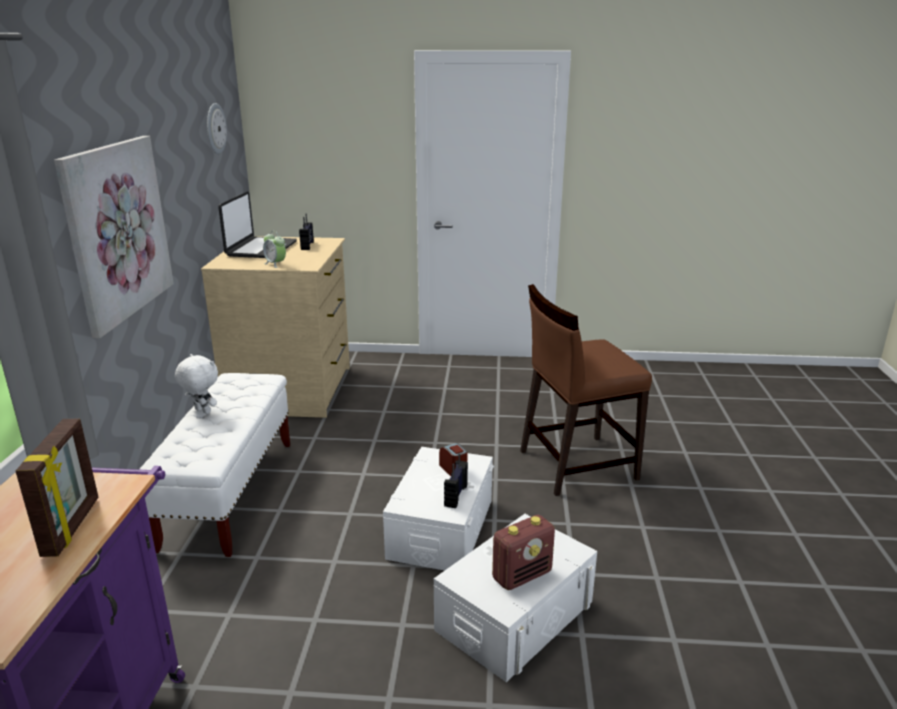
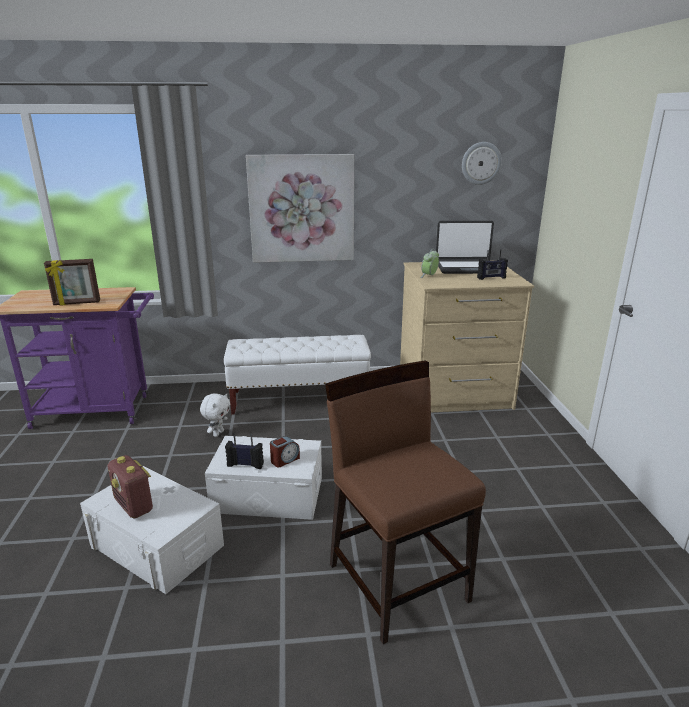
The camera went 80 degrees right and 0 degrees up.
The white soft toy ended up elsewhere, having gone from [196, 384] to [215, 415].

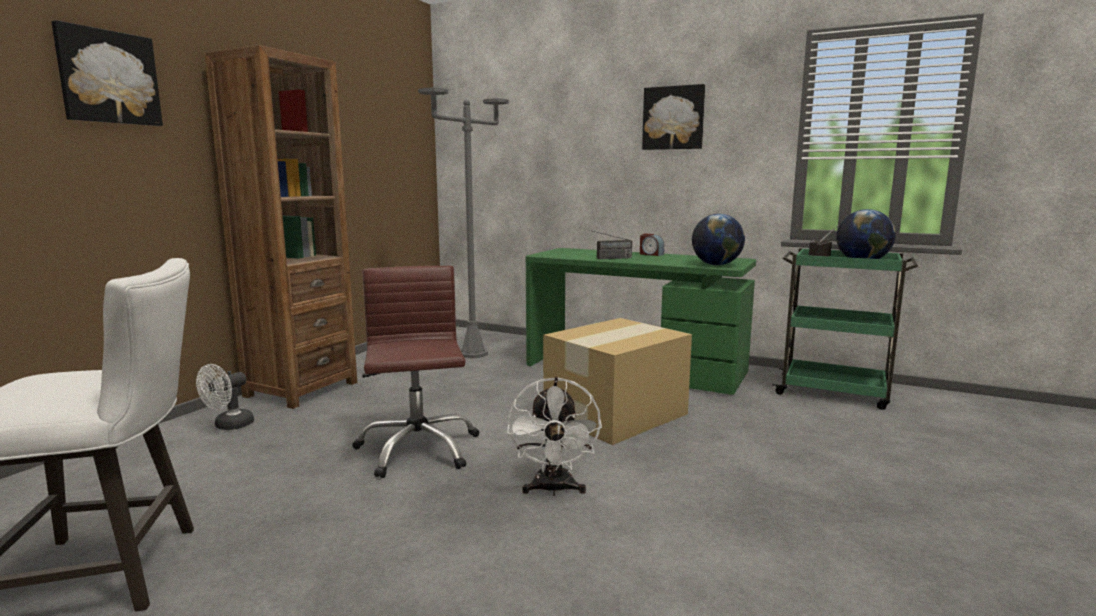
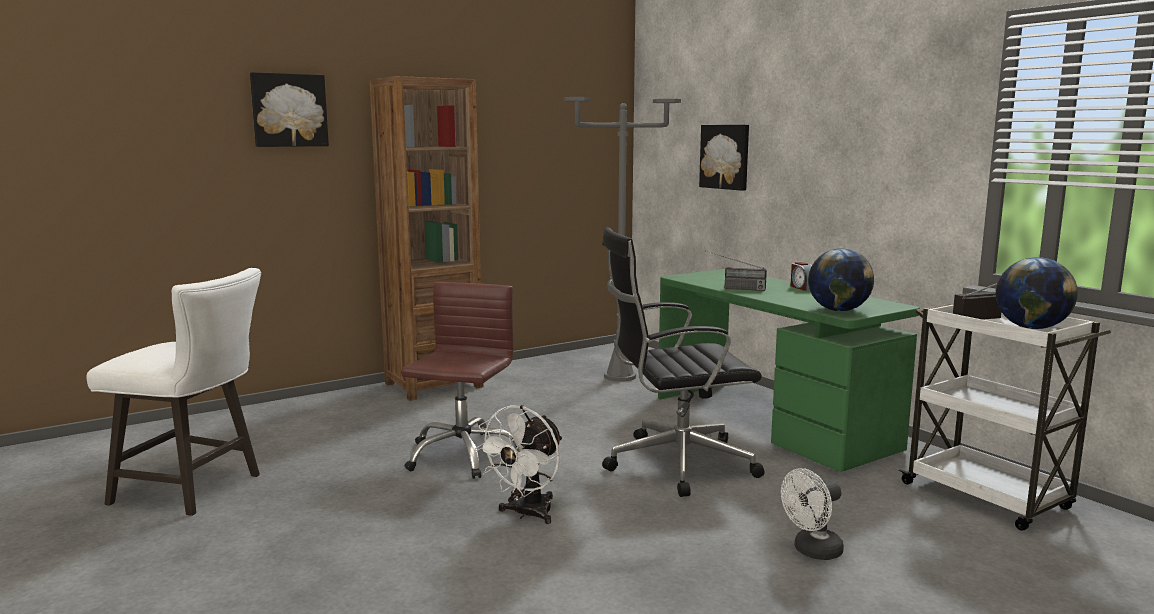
The camera went 30 degrees right and 0 degrees up.
The picture ended up elsewhere, having gone from [673, 117] to [724, 158].
What was the greenish trolley at [845, 329] turned into the white trolley at [1004, 417].
Where the packing box stood at [617, 381], the black office chair came to stand at [683, 362].
The white electric fan ended up elsewhere, having gone from [225, 397] to [812, 514].

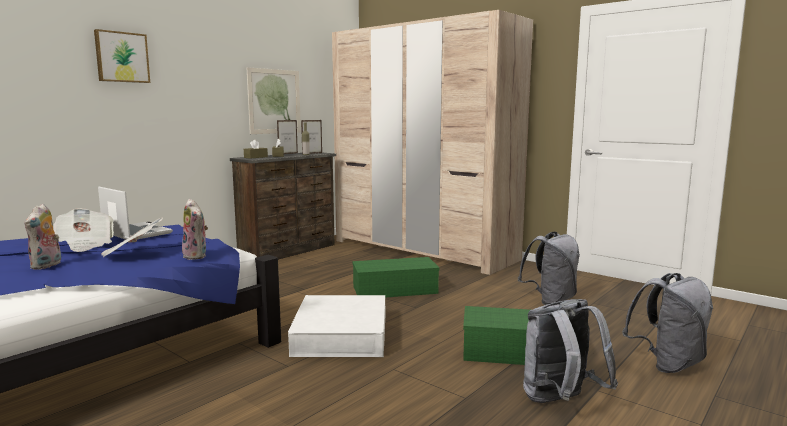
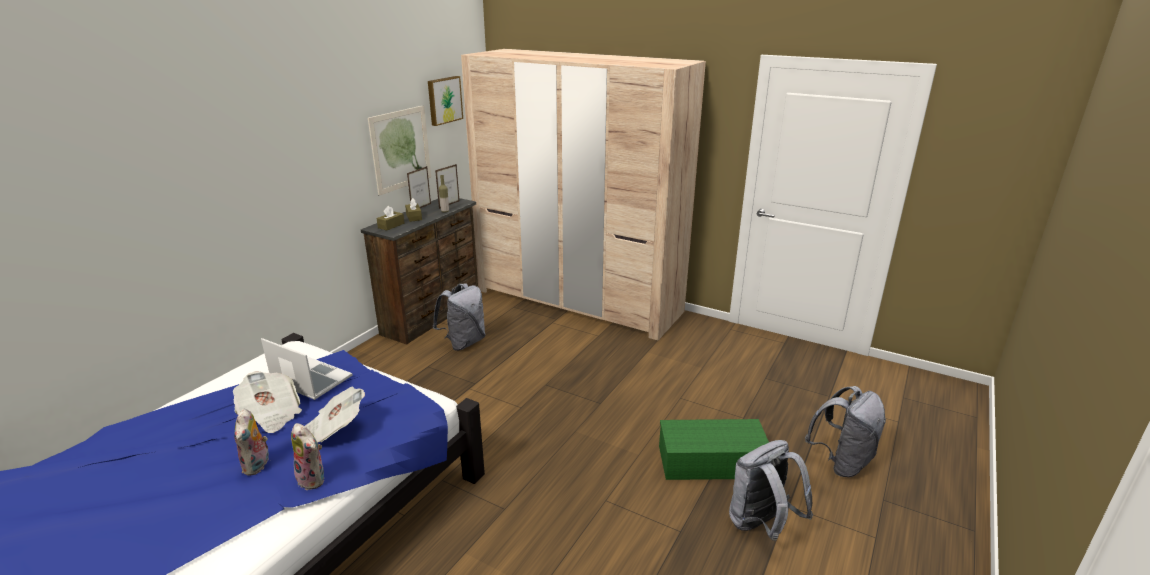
The camera went 10 degrees left and 15 degrees up.
The picture ended up elsewhere, having gone from [122, 56] to [445, 101].
The soft toy ended up elsewhere, having gone from [195, 229] to [307, 456].
The gray backpack ended up elsewhere, having gone from [549, 268] to [459, 317].
The second view lost the greenish storage box at [396, 277].
The second view lost the white storage box at [336, 326].

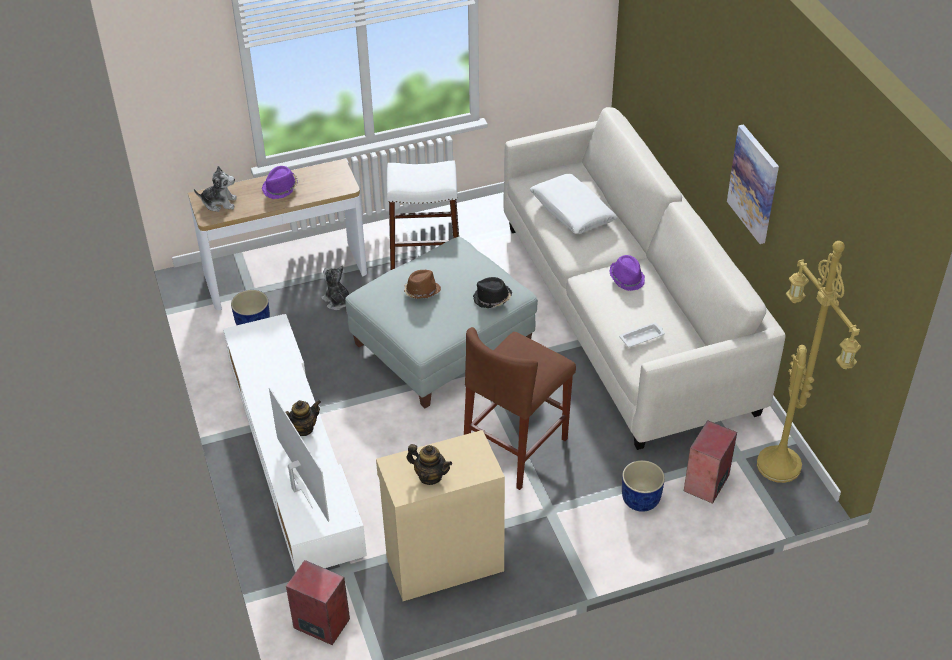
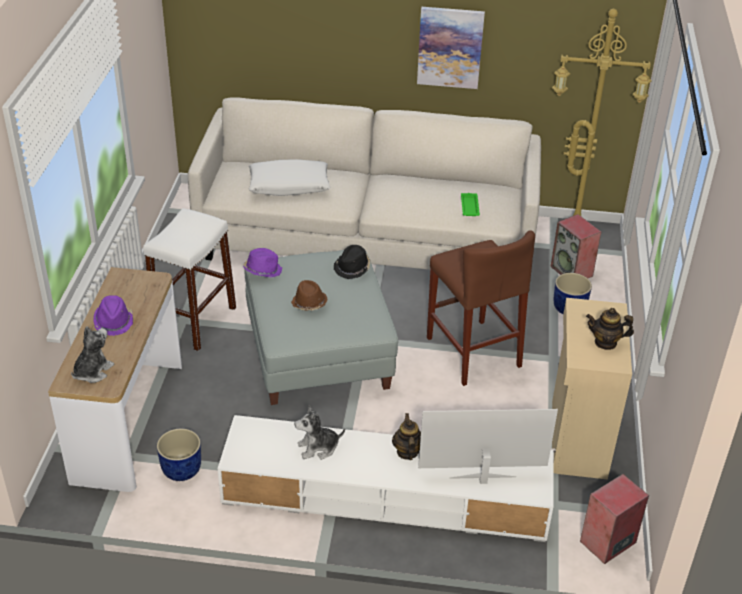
The camera went 65 degrees left and 5 degrees down.
The purple-coloured clothing hat ended up elsewhere, having gone from [627, 273] to [262, 262].
The soft toy ended up elsewhere, having gone from [335, 287] to [319, 432].
What was the white carrying tray at [642, 334] turned into the greenish carrying tray at [470, 204].
The tea pot at [429, 464] ended up facing another way, 135 degrees counterclockwise from before.

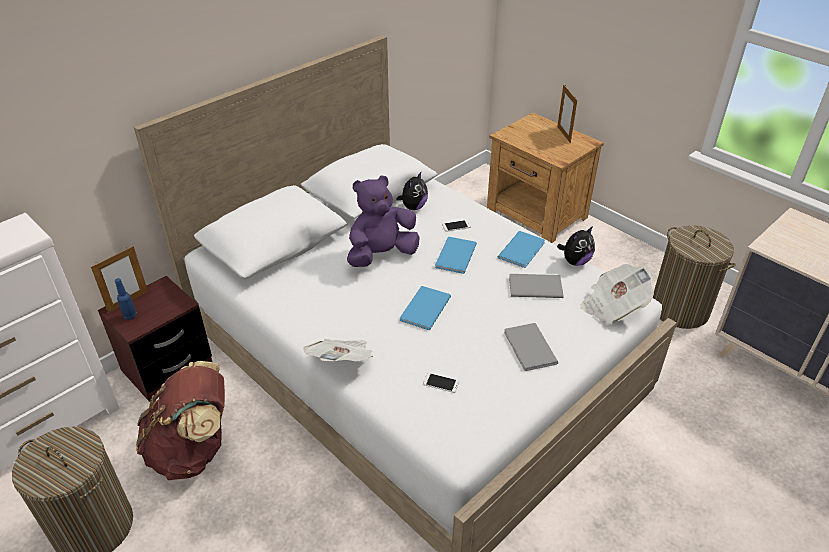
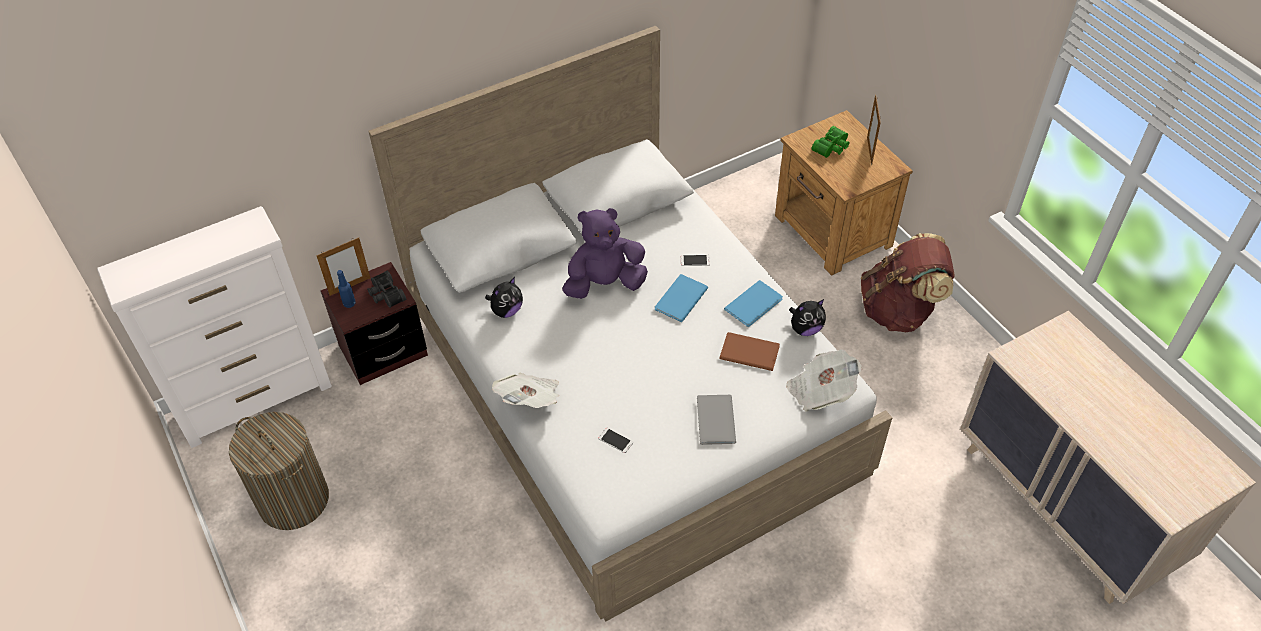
The camera went 15 degrees right and 10 degrees up.
The soft toy ended up elsewhere, having gone from [412, 191] to [504, 297].
The second view lost the washing basket at [694, 277].
What was the gray bound book at [536, 286] turned into the brownish bound book at [749, 351].
The second view lost the blue-coloured bound book at [425, 308].
The brownish backpack ended up elsewhere, having gone from [180, 420] to [908, 282].
The second view gained the greenish binoculars at [830, 142].
The second view gained the black binoculars at [386, 289].

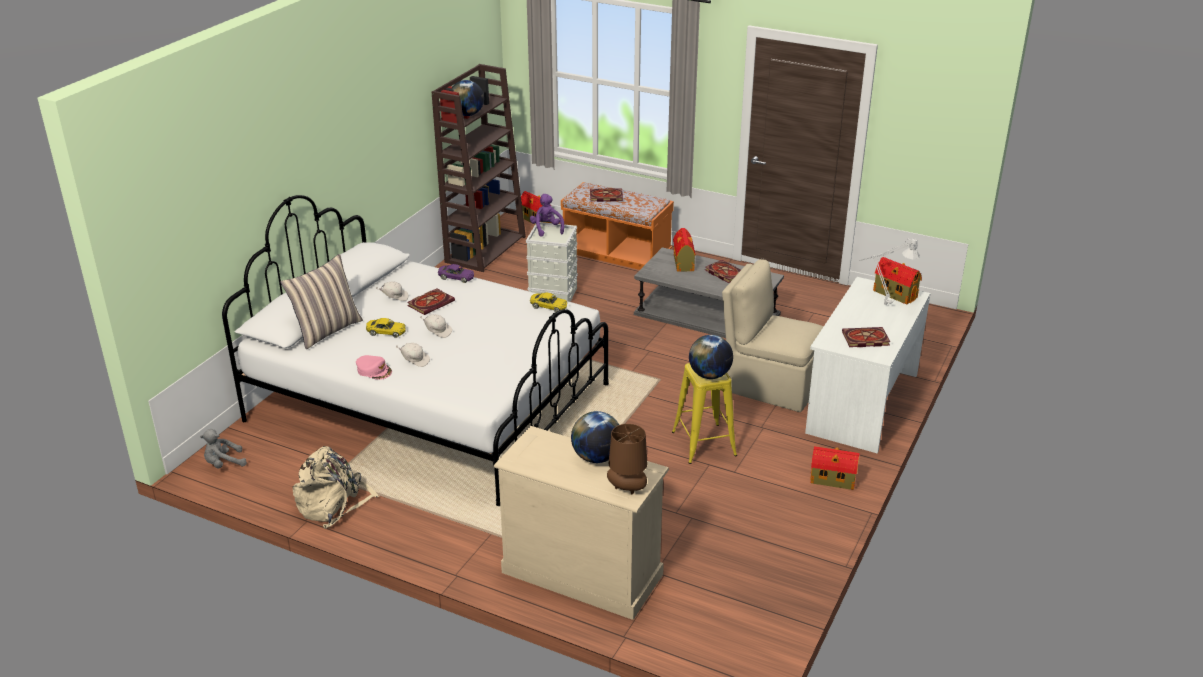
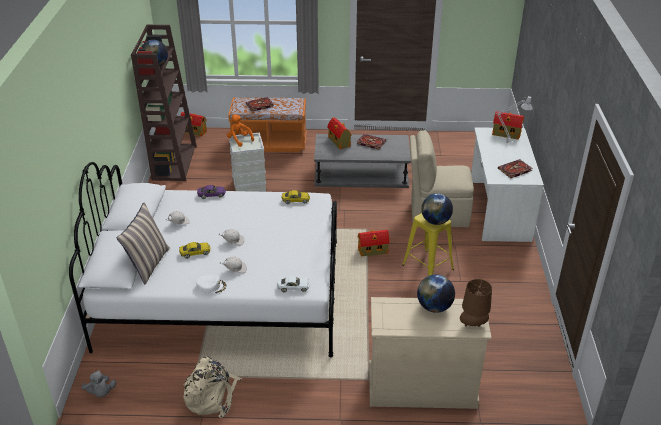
The camera went 25 degrees left and 5 degrees up.
What was the purple-coloured soft toy at [547, 215] turned into the orange-coloured soft toy at [240, 130].
The second view lost the bound book at [431, 302].
What was the pink baseball cap at [374, 367] turned into the white baseball cap at [211, 284].
The gray soft toy at [223, 449] ended up facing another way, 75 degrees counterclockwise from before.
The model house ended up elsewhere, having gone from [835, 468] to [374, 243].
The second view gained the white model car at [293, 284].

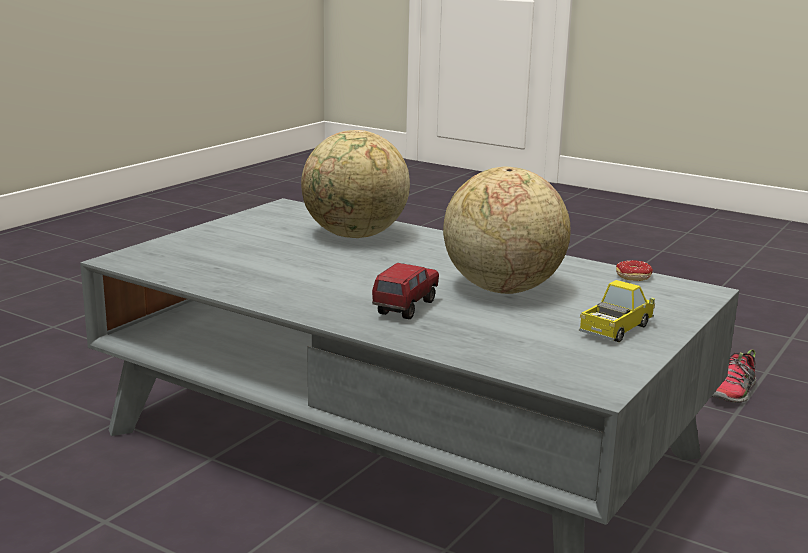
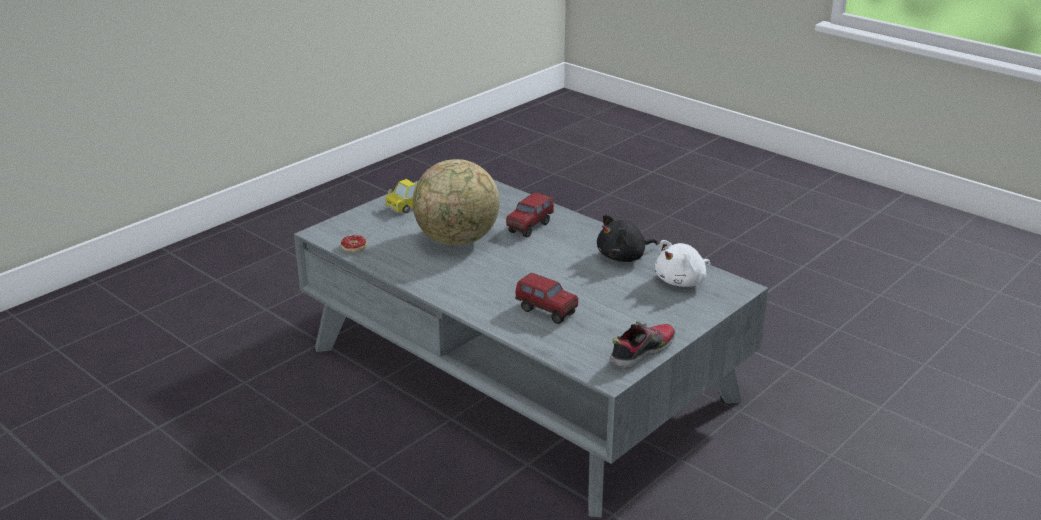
The camera went 170 degrees left and 10 degrees up.
Where the world globe stood at [355, 184], the model truck came to stand at [546, 298].
The shoe ended up elsewhere, having gone from [734, 376] to [642, 345].
The second view gained the black soft toy at [627, 238].
The second view gained the white soft toy at [682, 263].

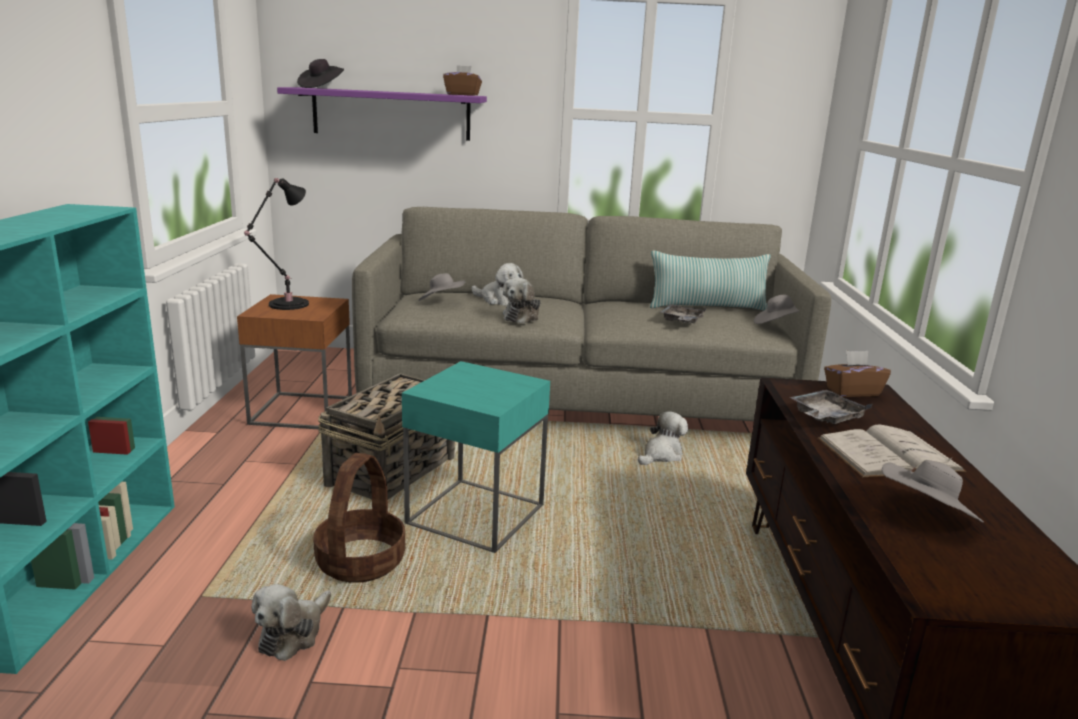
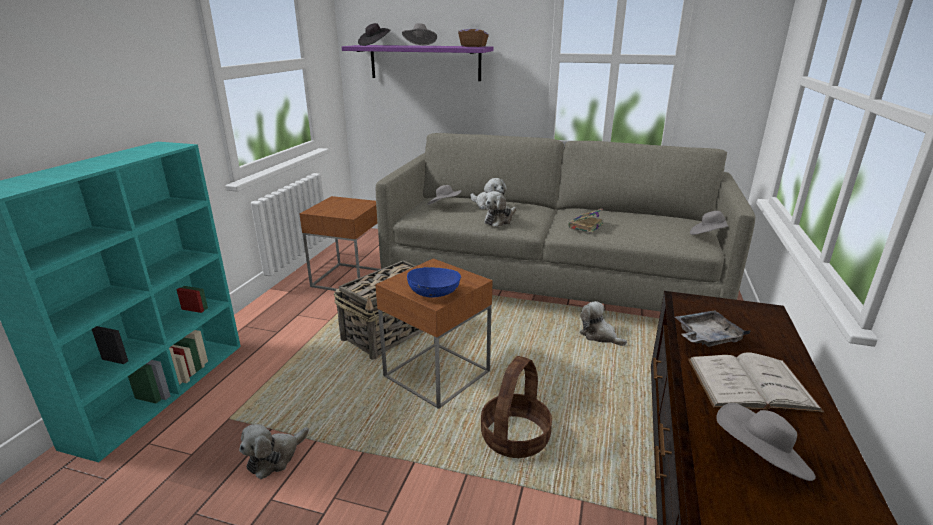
The camera went 15 degrees right and 5 degrees up.
The second view lost the black lamp for a table at [276, 244].
The second view lost the throw pillow at [710, 280].
The second view lost the gray carrying tray at [683, 314].
The second view lost the brownish tissue box at [857, 374].
What was the blue-green side table at [476, 457] turned into the brownish side table at [434, 333].
The soft toy at [663, 438] ended up facing another way, 105 degrees counterclockwise from before.
The storage basket ended up elsewhere, having gone from [359, 518] to [516, 407].
The second view gained the gray clothing hat at [419, 34].
The second view gained the bound book at [585, 220].
The second view gained the blue-coloured serving bowl at [434, 282].

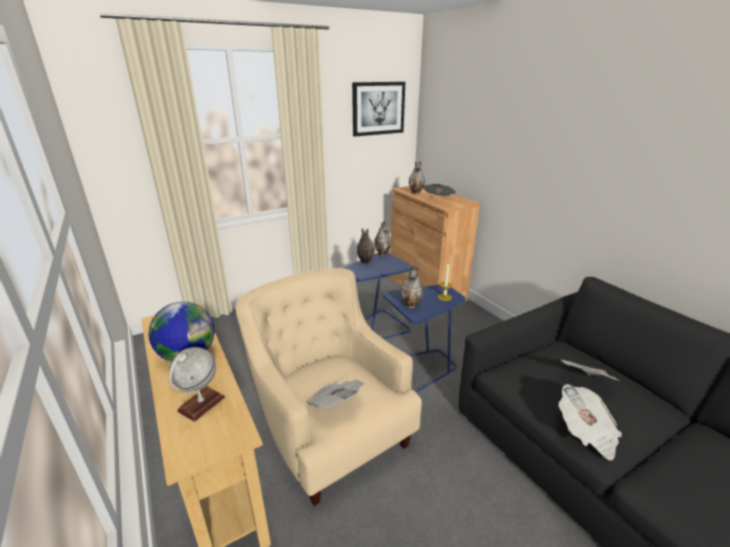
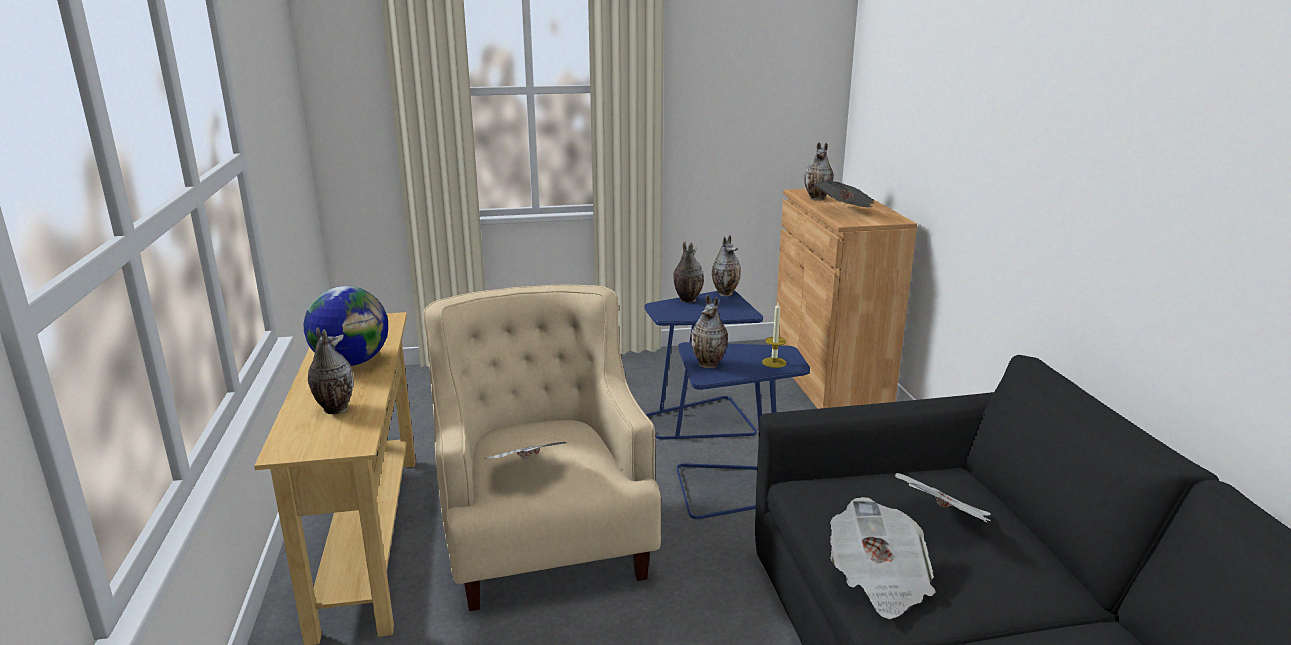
The camera went 20 degrees right and 5 degrees down.
The second view lost the picture at [378, 109].
Where the world globe stood at [197, 384], the vase came to stand at [330, 370].

